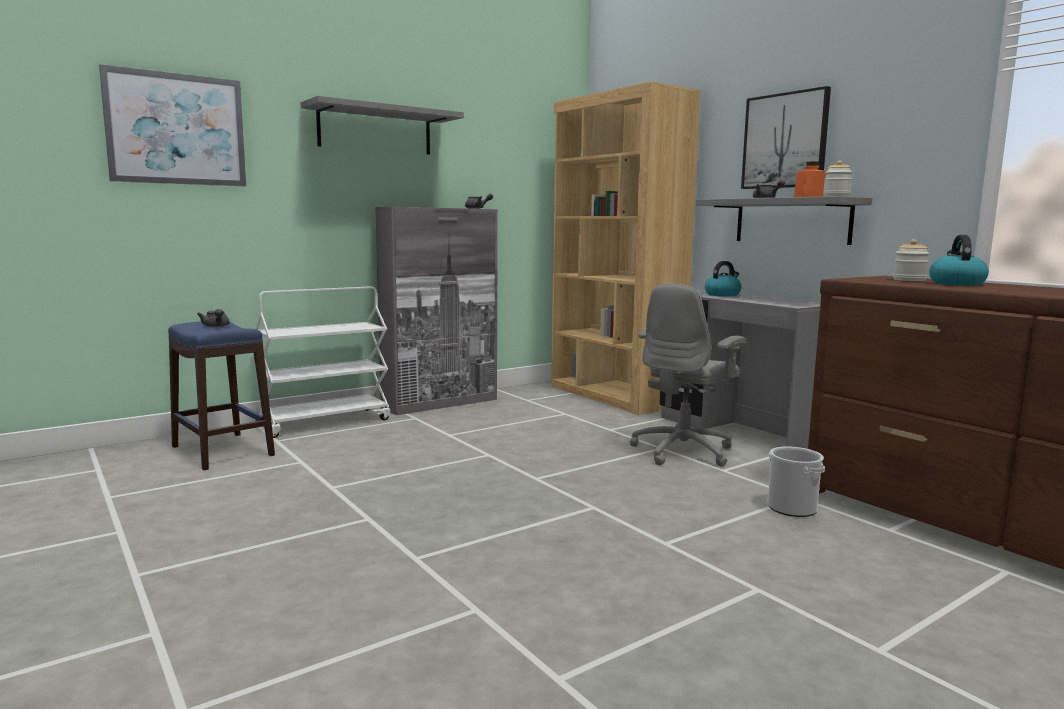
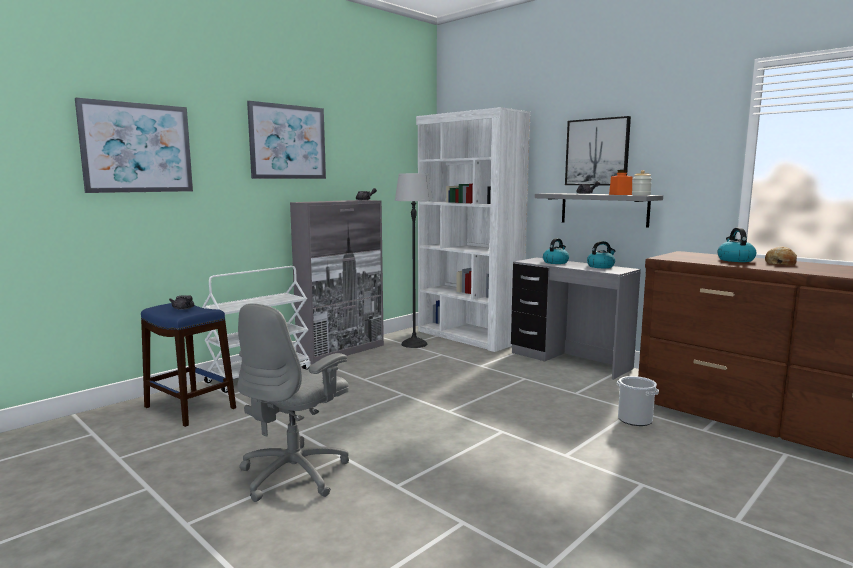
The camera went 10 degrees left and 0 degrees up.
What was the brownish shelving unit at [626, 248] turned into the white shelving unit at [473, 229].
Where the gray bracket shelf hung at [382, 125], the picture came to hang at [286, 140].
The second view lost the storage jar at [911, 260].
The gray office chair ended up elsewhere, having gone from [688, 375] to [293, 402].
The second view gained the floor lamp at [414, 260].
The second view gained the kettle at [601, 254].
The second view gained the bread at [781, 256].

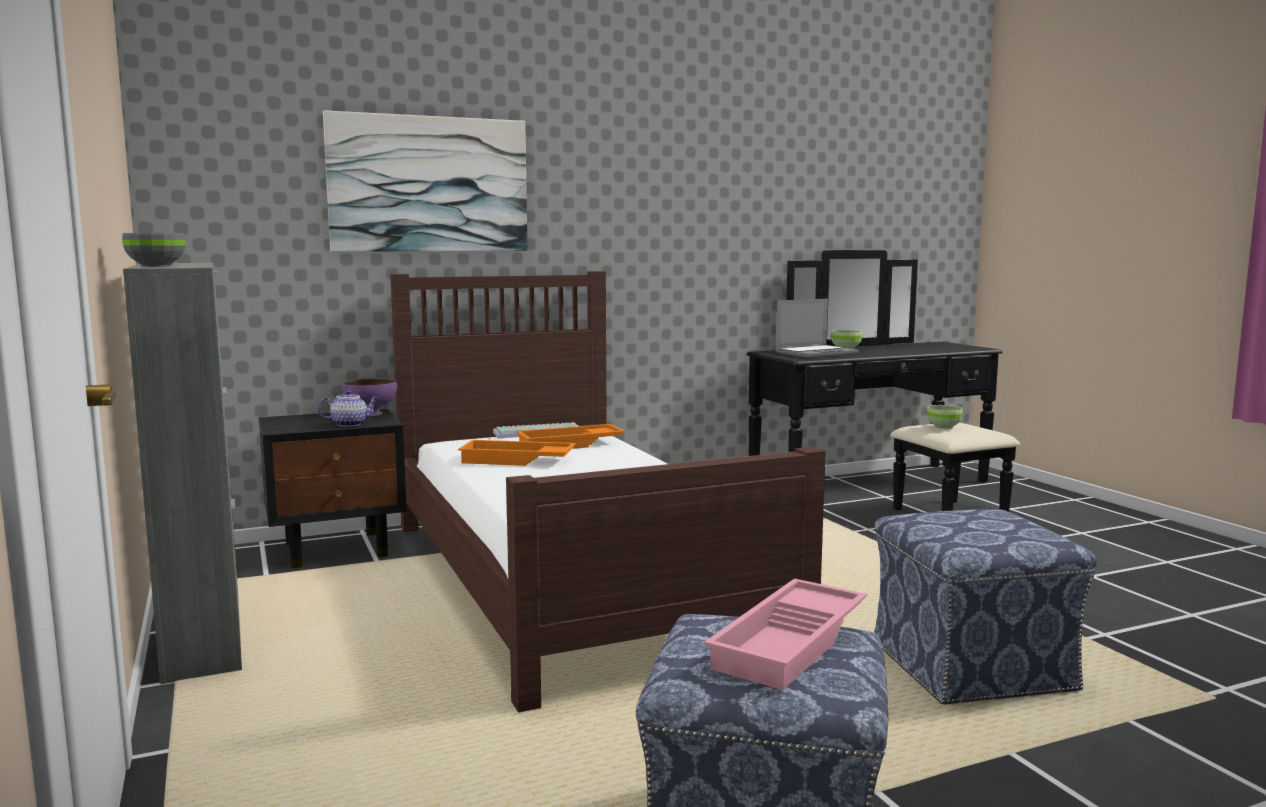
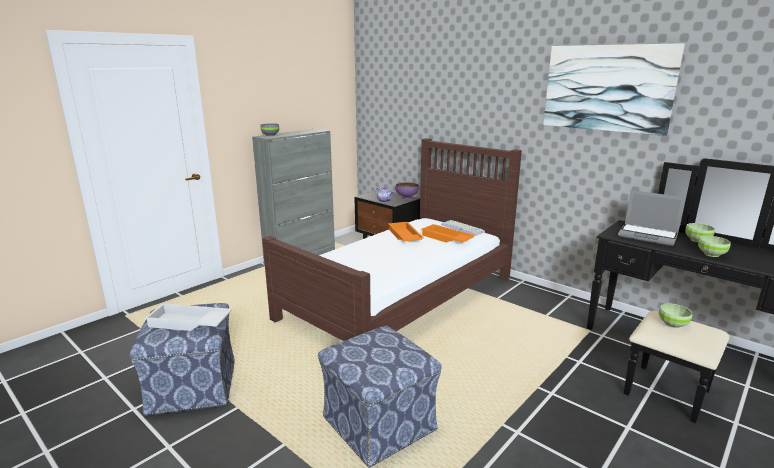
The camera went 65 degrees right and 10 degrees up.
The picture ended up elsewhere, having gone from [425, 181] to [614, 89].
What was the pink carrying tray at [785, 634] turned into the white carrying tray at [188, 317].
The second view gained the greenish serving bowl at [714, 246].

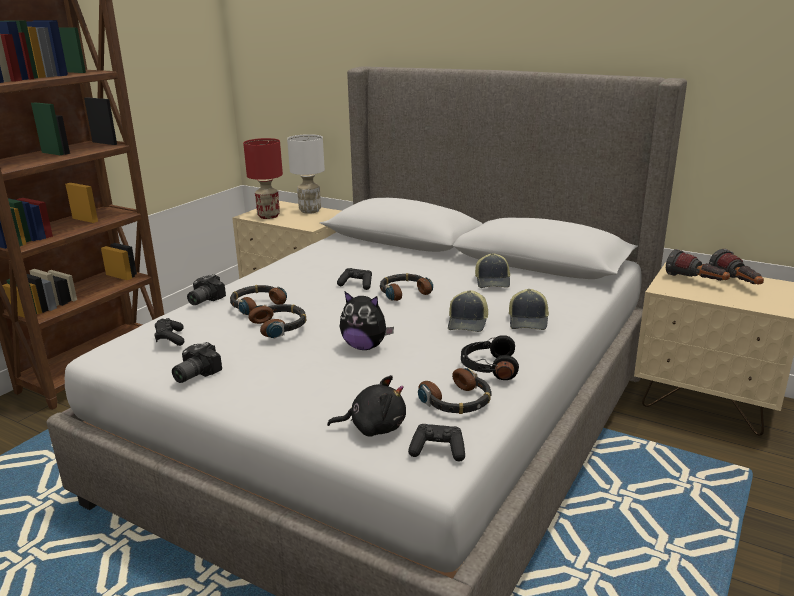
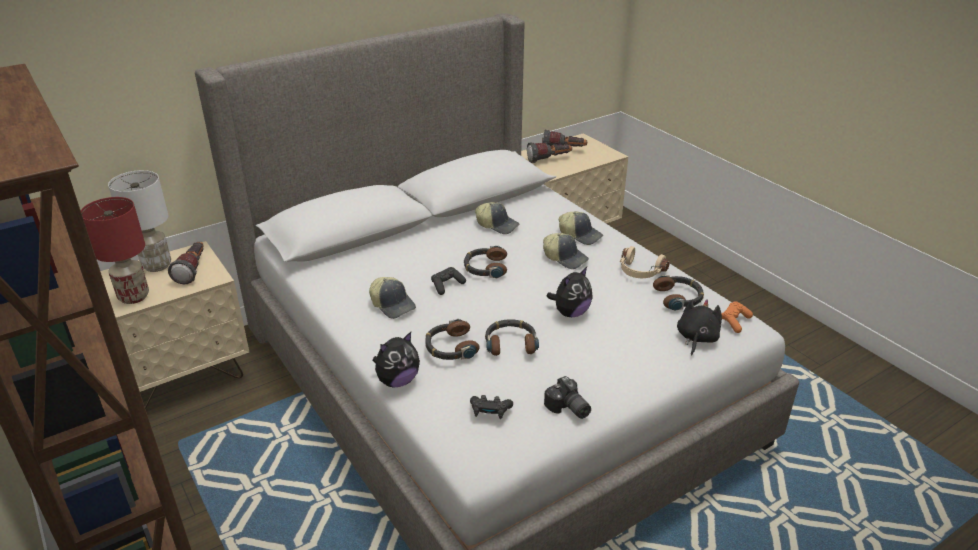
The camera went 65 degrees left and 10 degrees up.
Where the photo camera stood at [206, 289], the soft toy came to stand at [396, 360].
What was the black headphones at [490, 357] turned into the beige-coloured headphones at [645, 262].
What was the black game controller at [436, 443] turned into the orange-coloured game controller at [737, 317].
The second view gained the flashlight at [186, 263].
The second view gained the baseball cap at [392, 298].

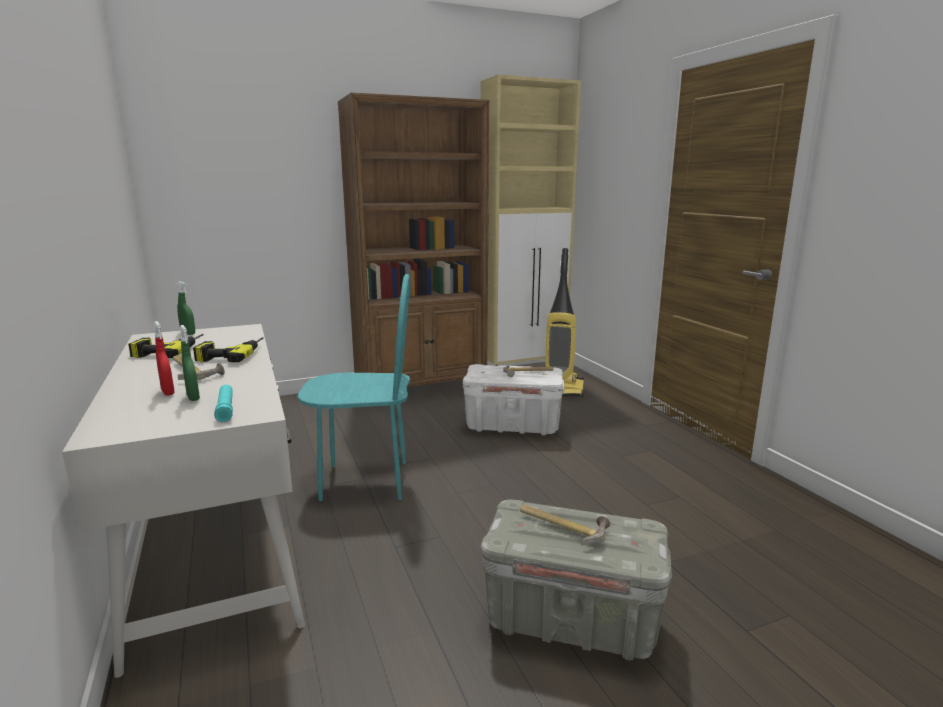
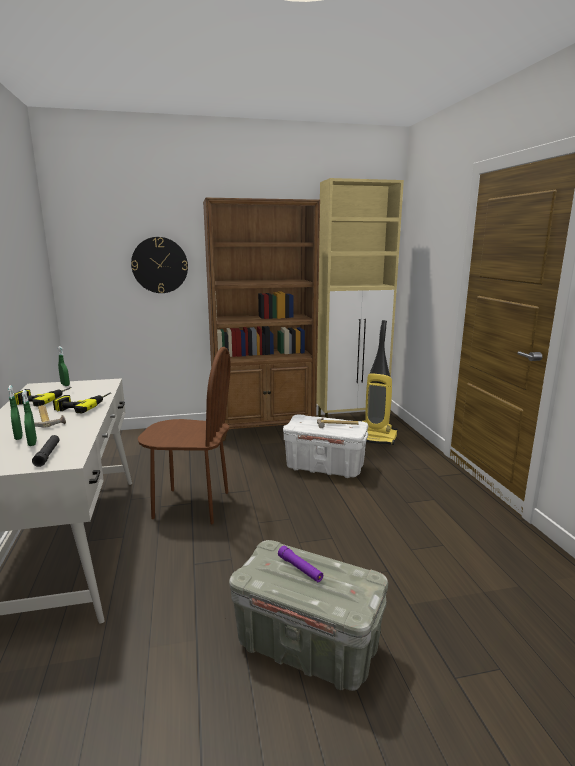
The camera went 10 degrees right and 0 degrees up.
What was the blue-green plain chair at [354, 387] turned into the brownish plain chair at [184, 435].
What was the reddish spray bottle at [164, 358] turned into the greenish spray bottle at [15, 412].
What was the blue-green flashlight at [223, 403] turned into the black flashlight at [46, 451].
Where the tool hammer stood at [565, 525], the purple-coloured flashlight came to stand at [300, 564].
The second view gained the wall clock at [159, 265].

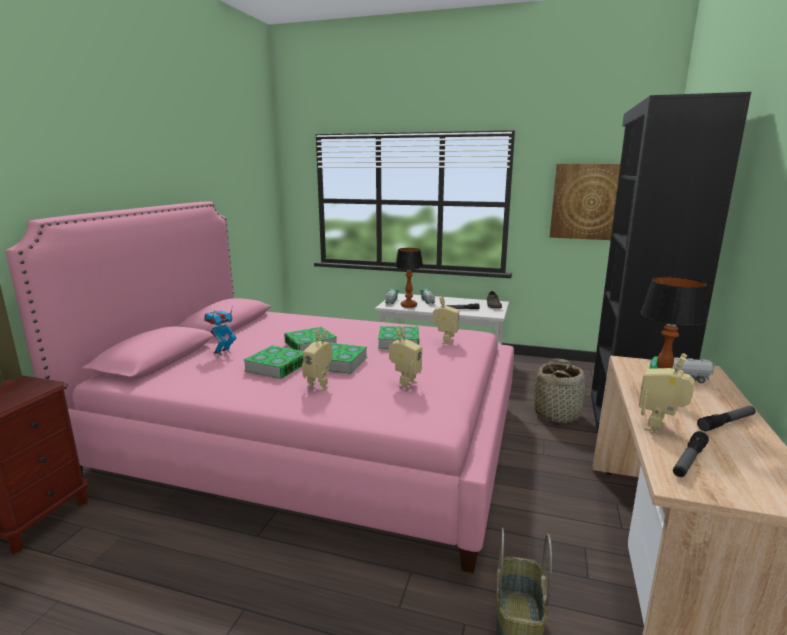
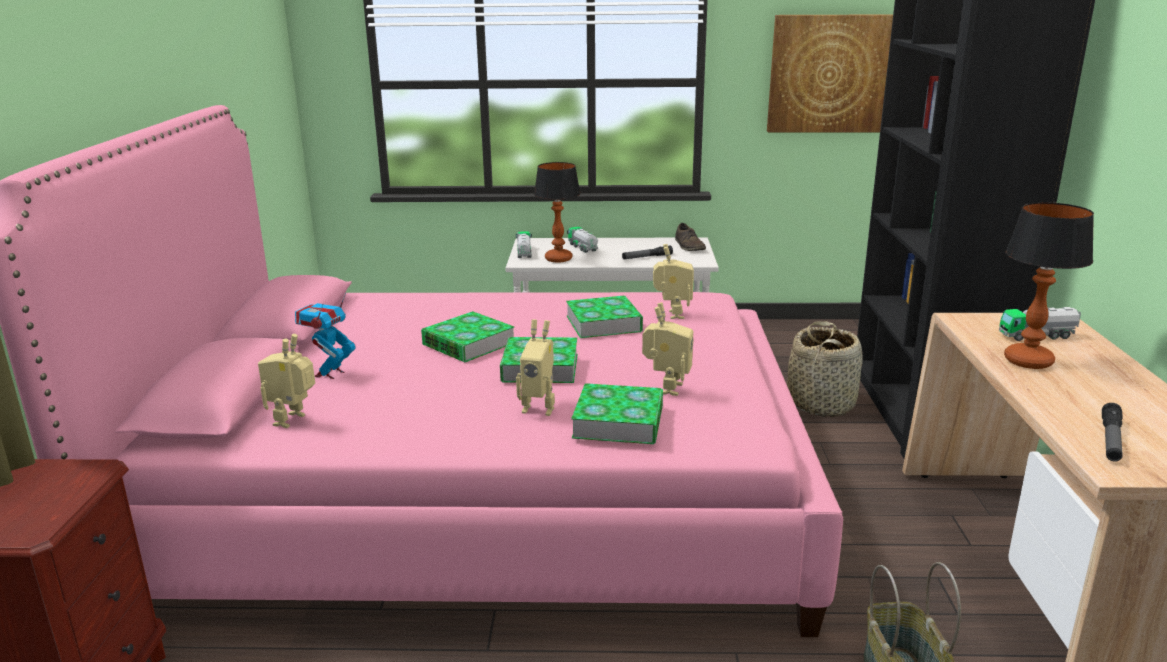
The camera went 15 degrees left and 5 degrees up.
The bound book ended up elsewhere, having gone from [273, 362] to [617, 413].
The robot figure ended up elsewhere, having gone from [667, 393] to [286, 381].
The second view lost the flashlight at [726, 418].

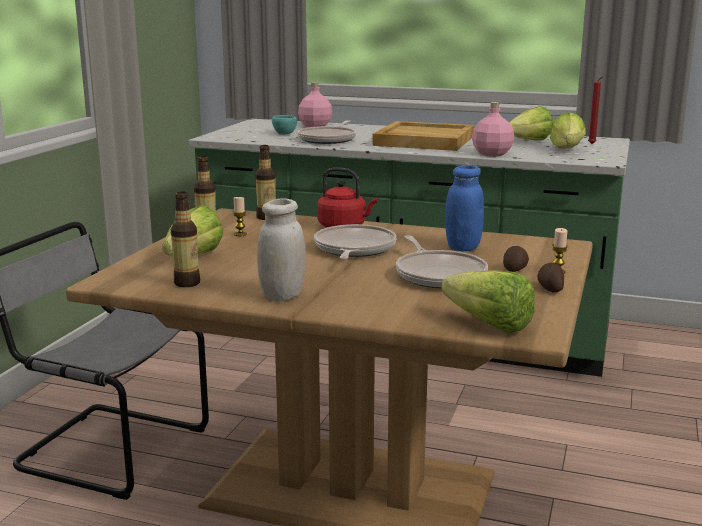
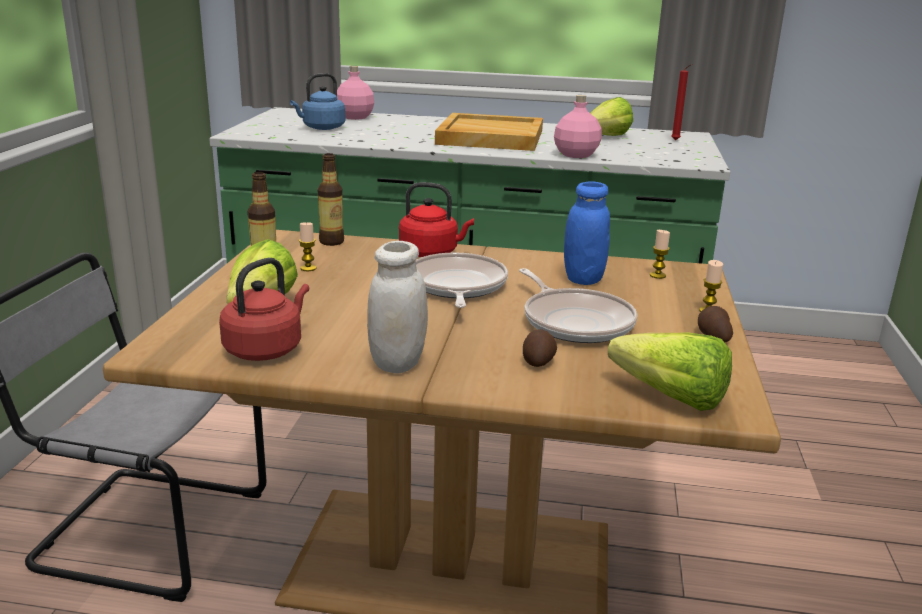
The camera went 10 degrees left and 5 degrees up.
The second view lost the head of lettuce at [568, 130].
Where the blue-green cup stood at [284, 125], the blue-coloured kettle came to stand at [318, 101].
The second view lost the pan at [326, 132].
Where the drink bottle stood at [185, 239], the reddish kettle came to stand at [264, 309].
The spud ended up elsewhere, having gone from [516, 259] to [540, 348].
The second view gained the wax light at [660, 254].

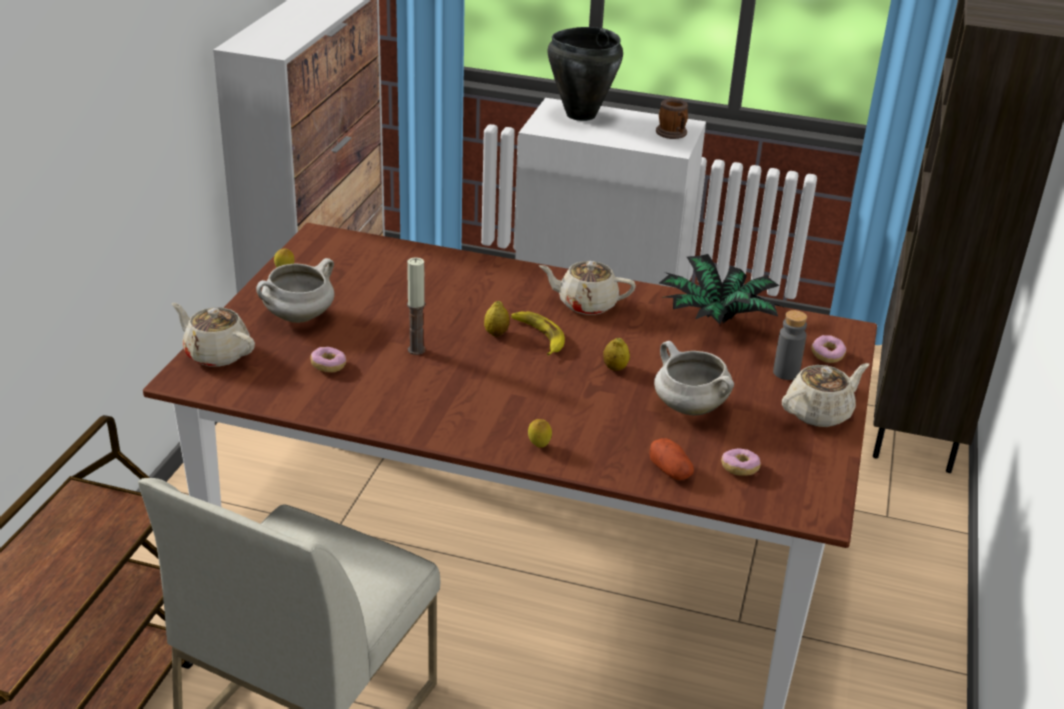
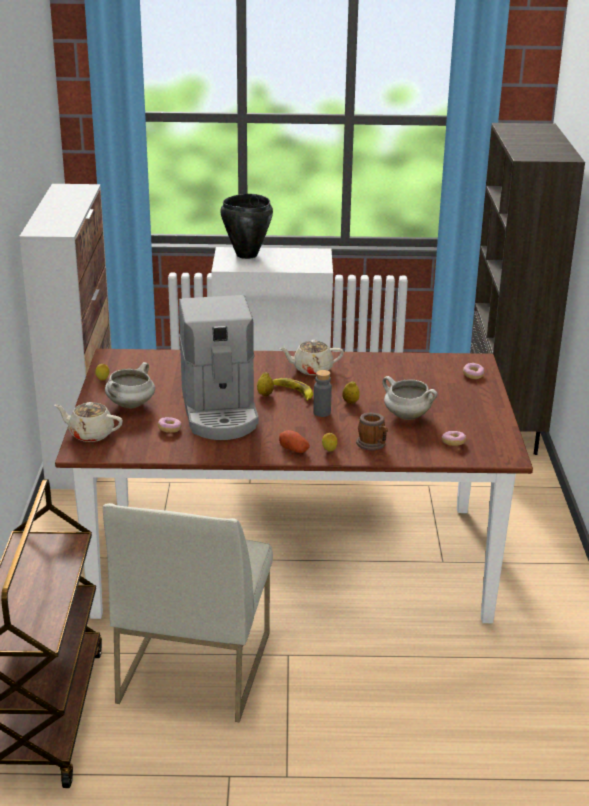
The camera went 15 degrees left and 5 degrees down.
The tea mug ended up elsewhere, having gone from [672, 119] to [372, 432].
The second view lost the houseplant at [720, 289].
Where the wax light stood at [416, 306], the coffee machine came to stand at [219, 367].
The gray drink bottle ended up elsewhere, having gone from [790, 345] to [322, 393].
The second view lost the beige-coloured tea pot at [825, 395].
The spud ended up elsewhere, having gone from [671, 459] to [294, 441].

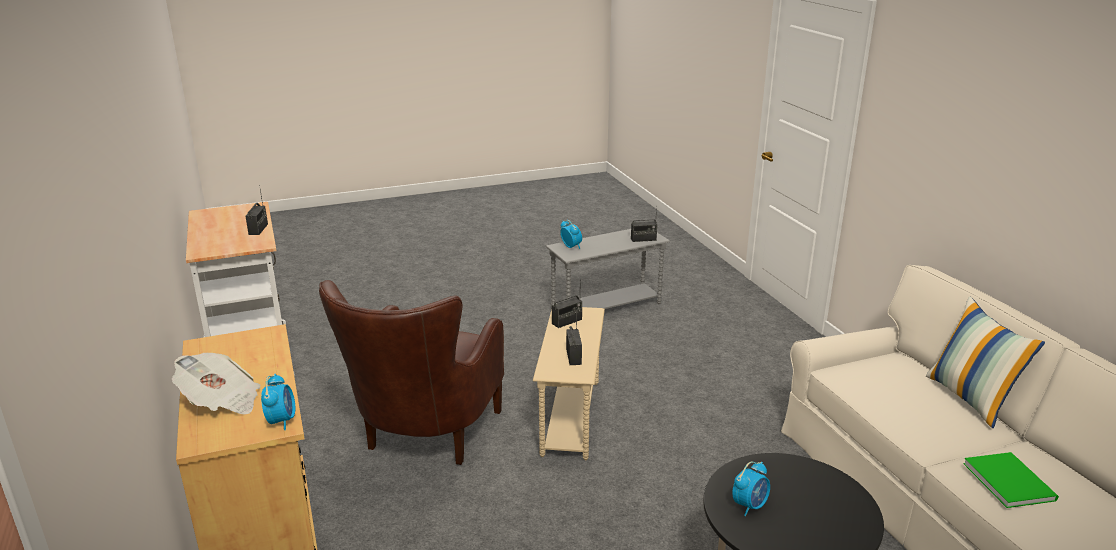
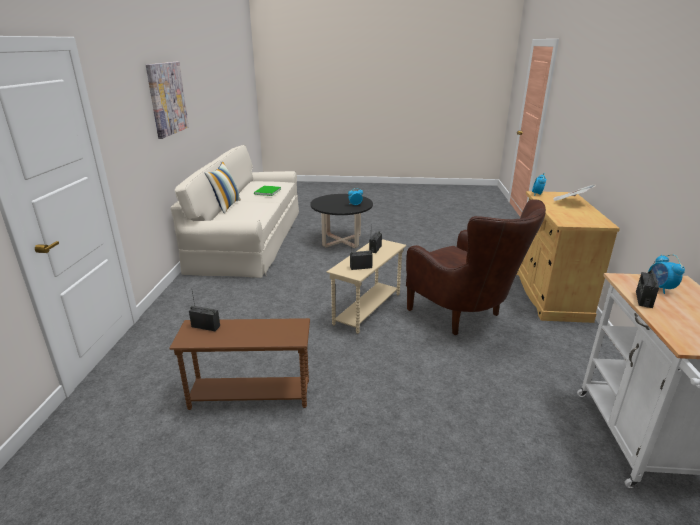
The camera went 155 degrees left and 0 degrees up.
The alarm clock ended up elsewhere, having gone from [571, 234] to [666, 274].
What was the gray side table at [608, 269] turned into the brownish side table at [239, 364].
The brownish easy chair at [411, 372] ended up facing another way, 105 degrees clockwise from before.
The second view gained the picture at [167, 100].

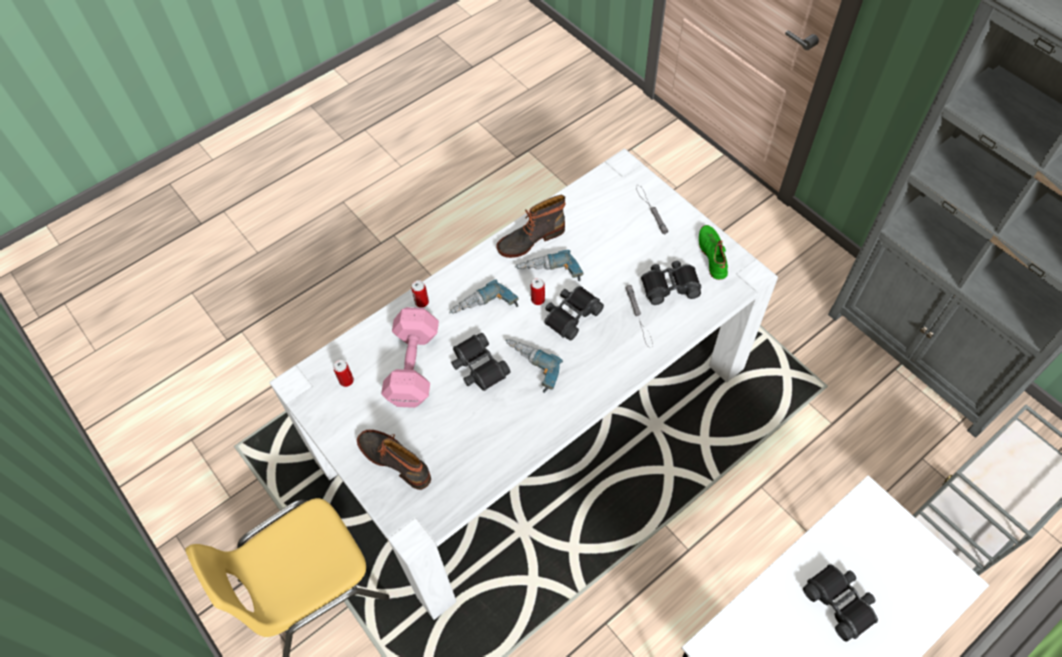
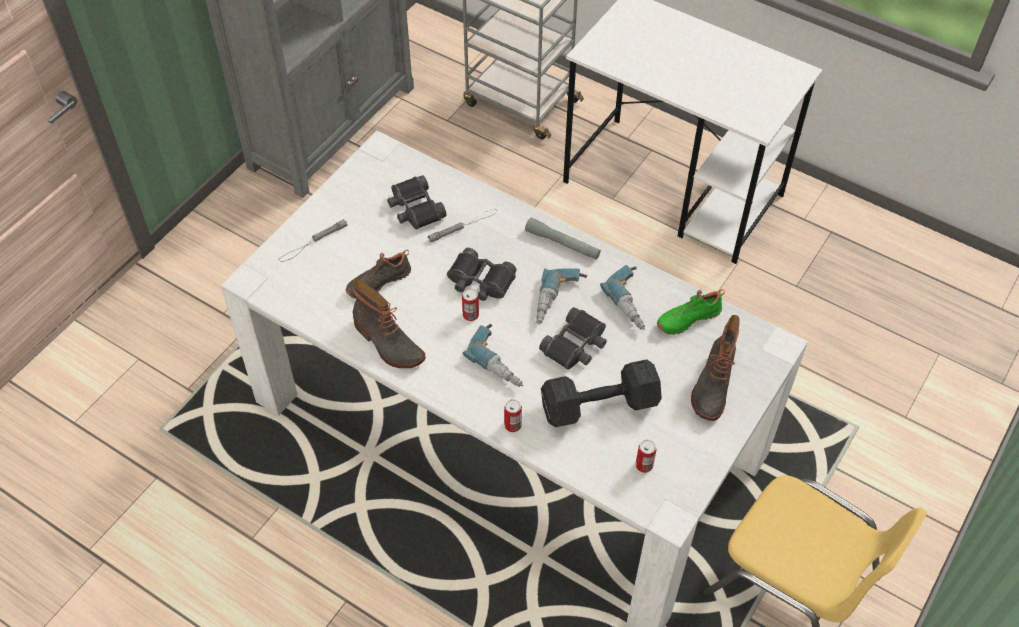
The camera went 110 degrees left and 5 degrees down.
The greenish shoe ended up elsewhere, having gone from [713, 252] to [691, 312].
The drill ended up elsewhere, having gone from [549, 265] to [622, 297].
What was the pink free weight at [410, 357] turned into the black free weight at [601, 393].
The second view lost the black binoculars at [840, 602].
The second view gained the gray flashlight at [563, 238].
The second view gained the black shoe at [378, 274].

